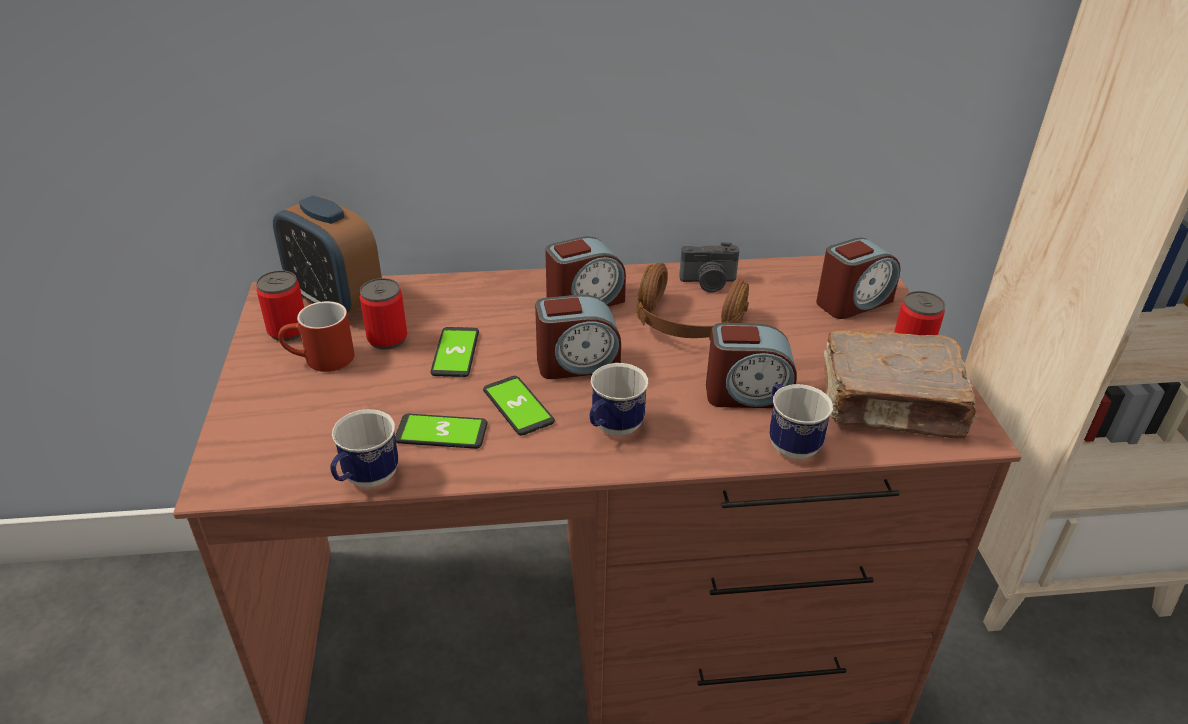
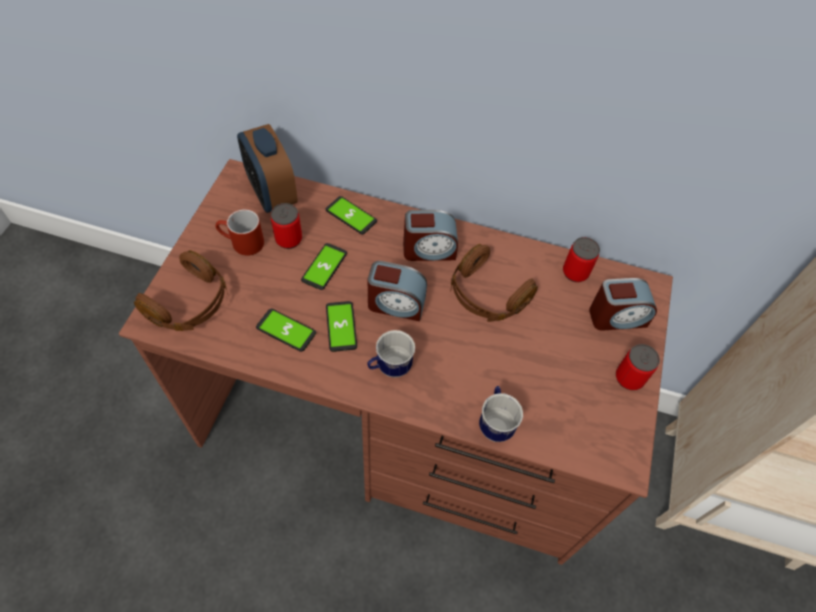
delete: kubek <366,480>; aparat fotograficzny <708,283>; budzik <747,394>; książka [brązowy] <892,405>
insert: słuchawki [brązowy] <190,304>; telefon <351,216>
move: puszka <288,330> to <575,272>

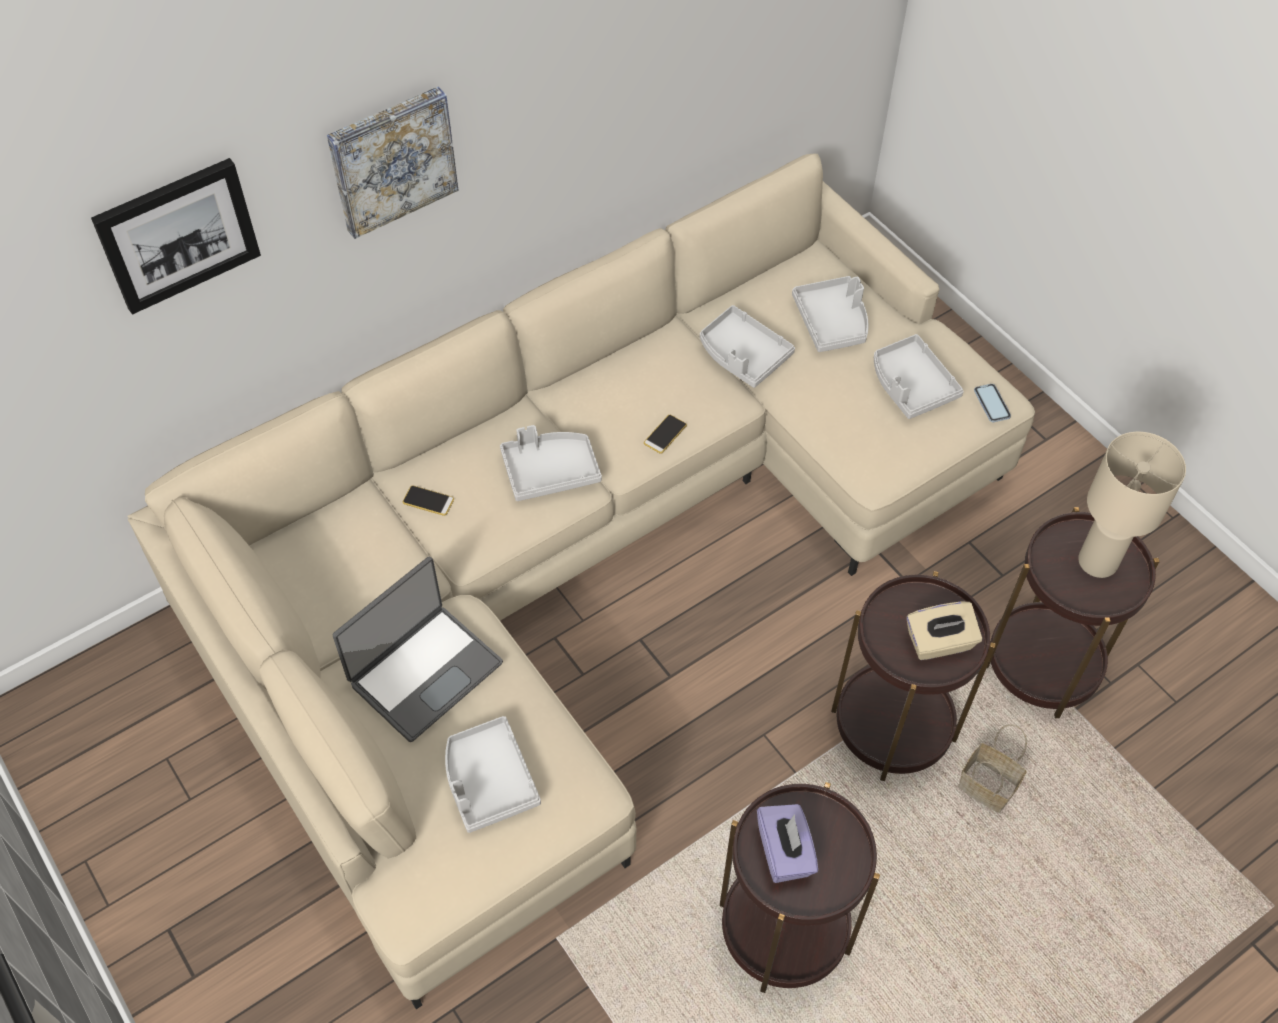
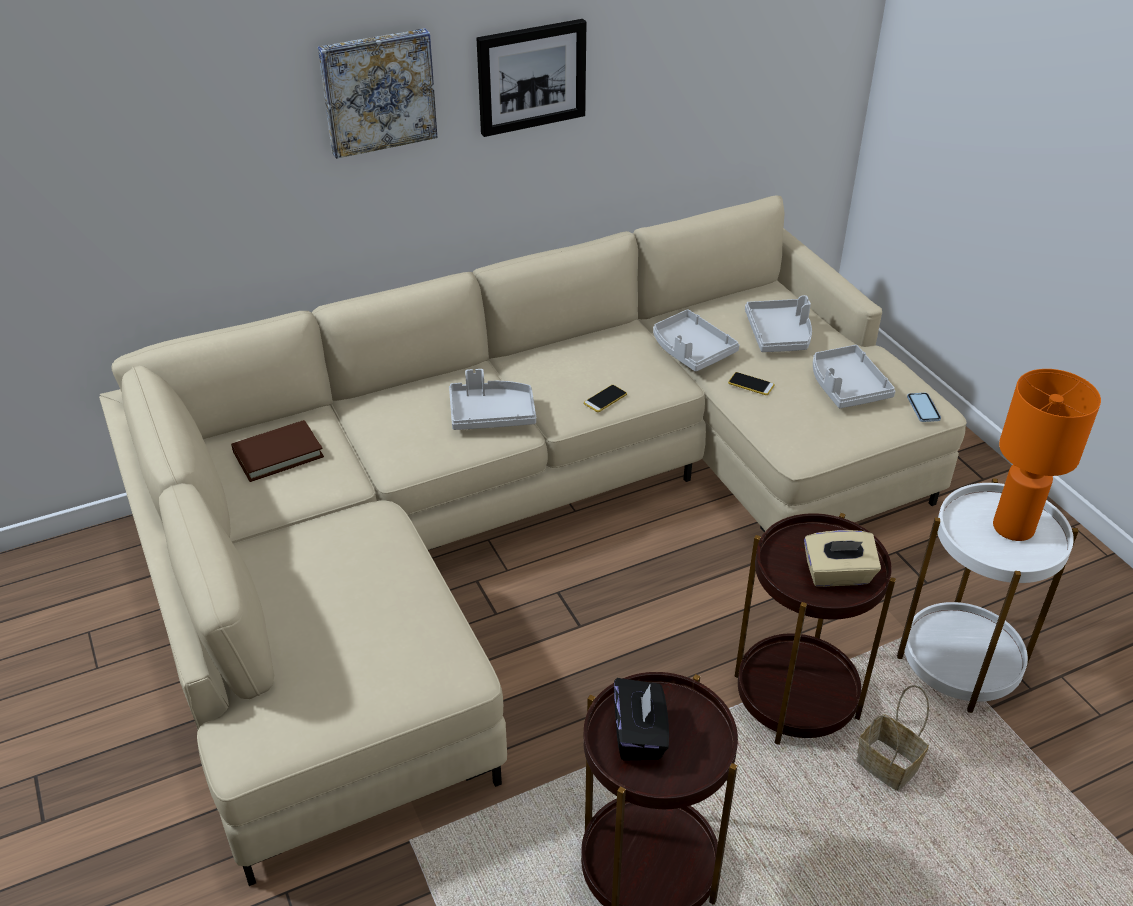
delete: laptop <424,672>; taca [szary] <488,781>
insert: książka [brązowy] <278,454>
move: obraz <177,234> to <531,76>; telefon <428,501> to <751,384>
recolor: pudełko chusteczek [fioletowy] <784,852> to pudełko chusteczek [czarny] <639,735>; stolik [brązowy] <1043,664> to stolik [biały] <960,663>; lampa stołowa [beżowy] <1097,561> to lampa stołowa [pomarańczowy] <1013,527>

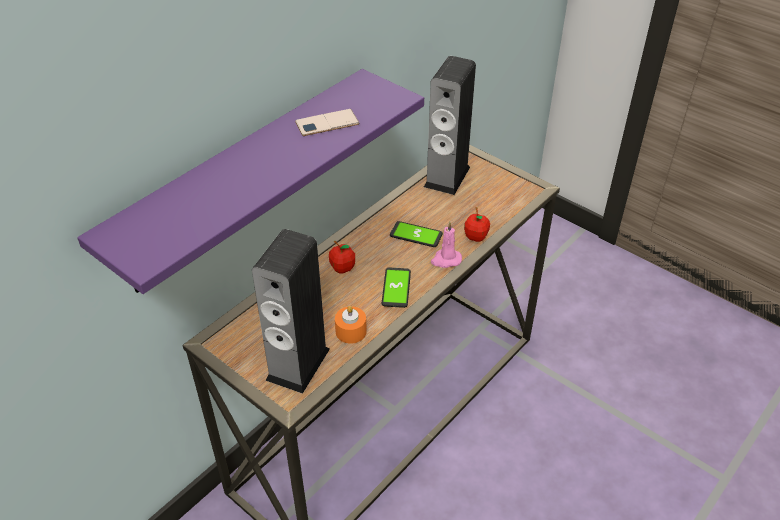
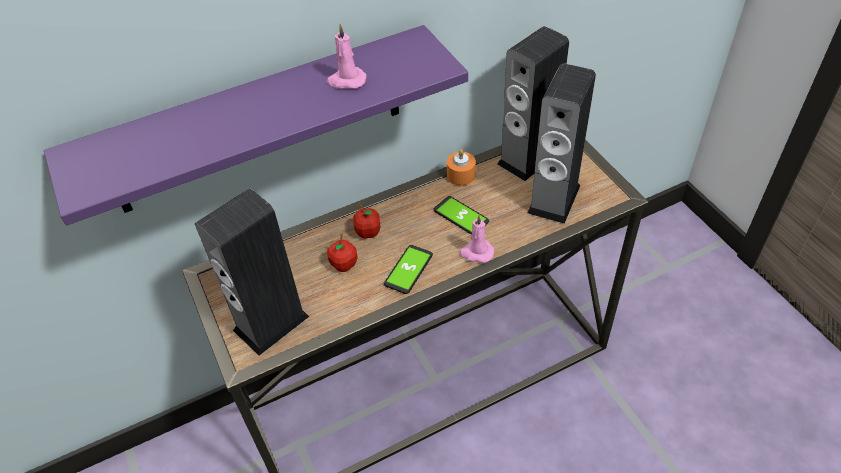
insert: głośnik <554,199>
move: świeca [pomarańczowy] <351,331> to <461,175>; jabłko <476,237> to <344,265>
replace: telefon <327,123> to świeca [różowy] <346,80>

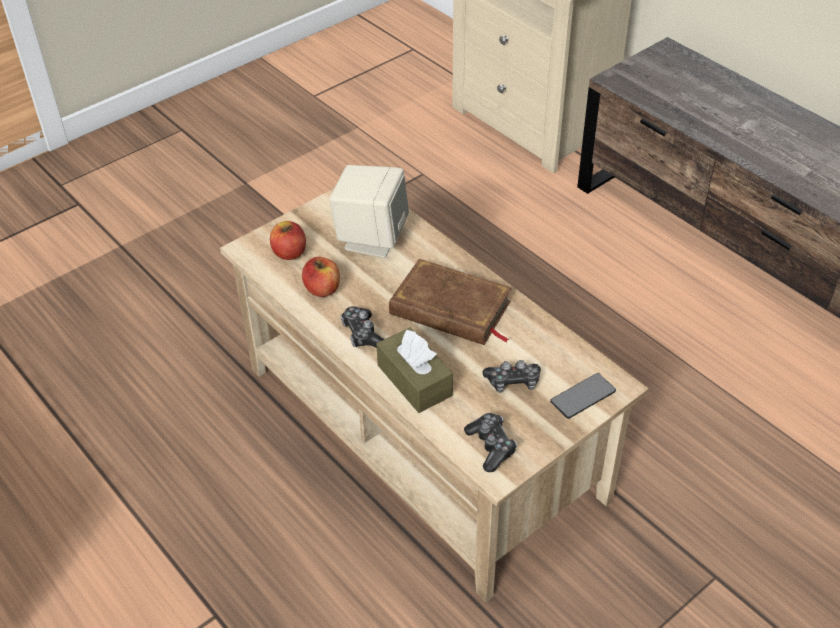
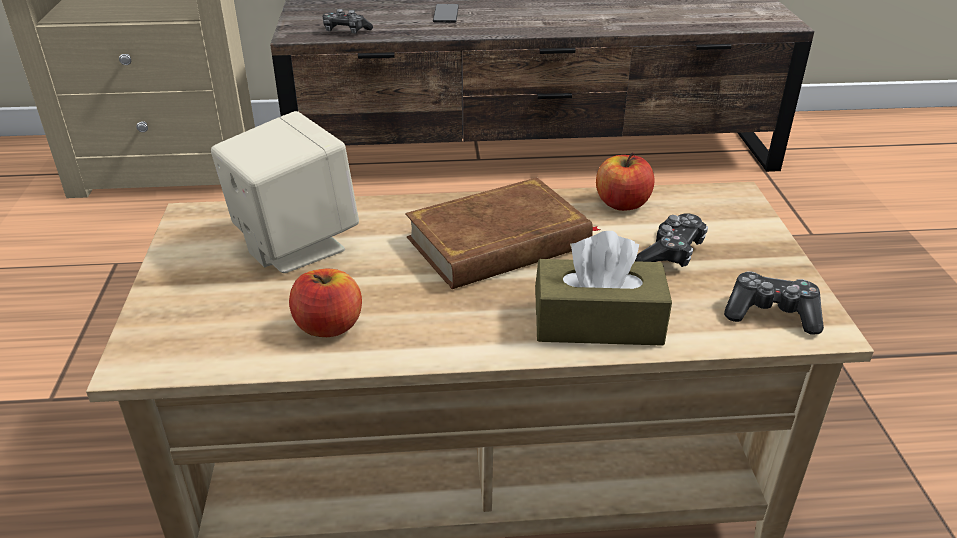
move: jabłko <289,253> to <622,203>; pad do gier <362,334> to <345,31>; telefon <583,397> to <446,14>

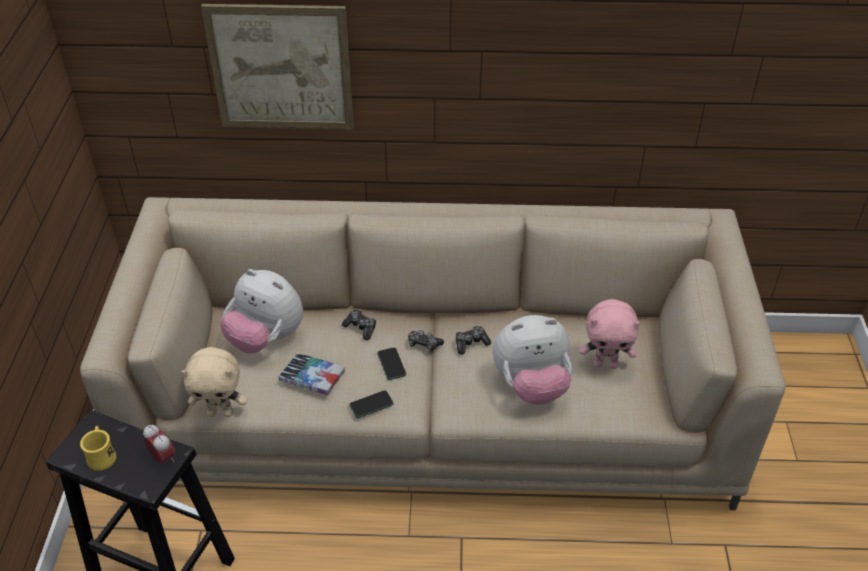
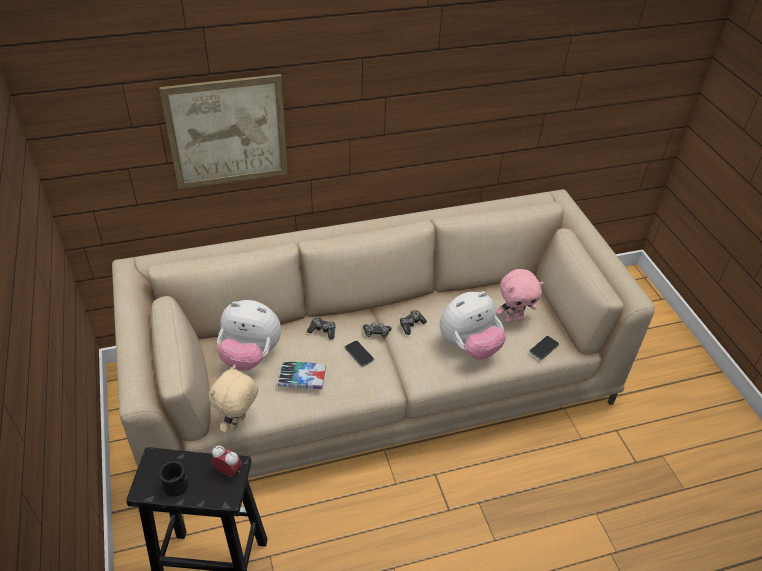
move: telefon <371,405> to <544,348>
recolor: kubek [żółty] <102,456> to kubek [czarny] <174,482>
rotate: pluszak [beżowy] <221,412> = <238,423> 135 degrees clockwise

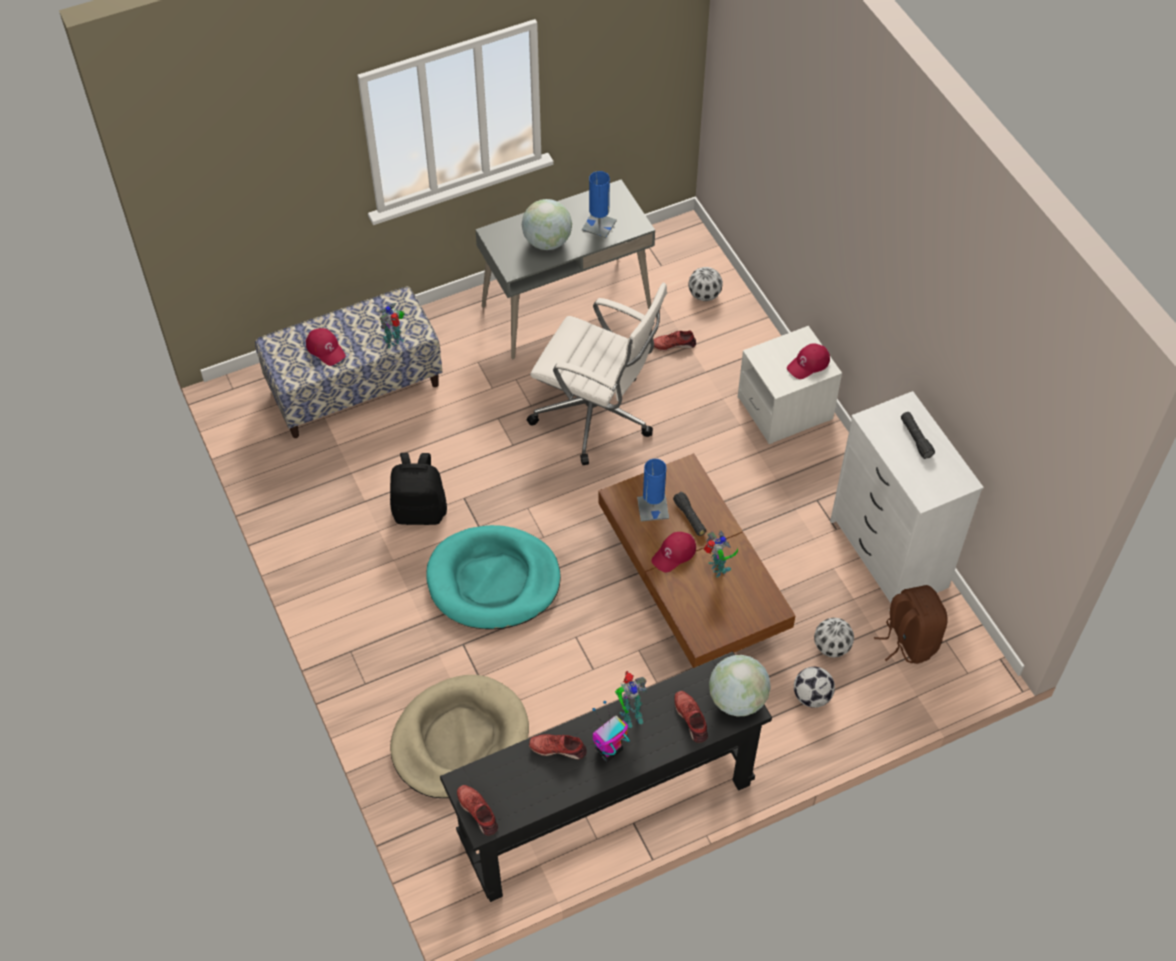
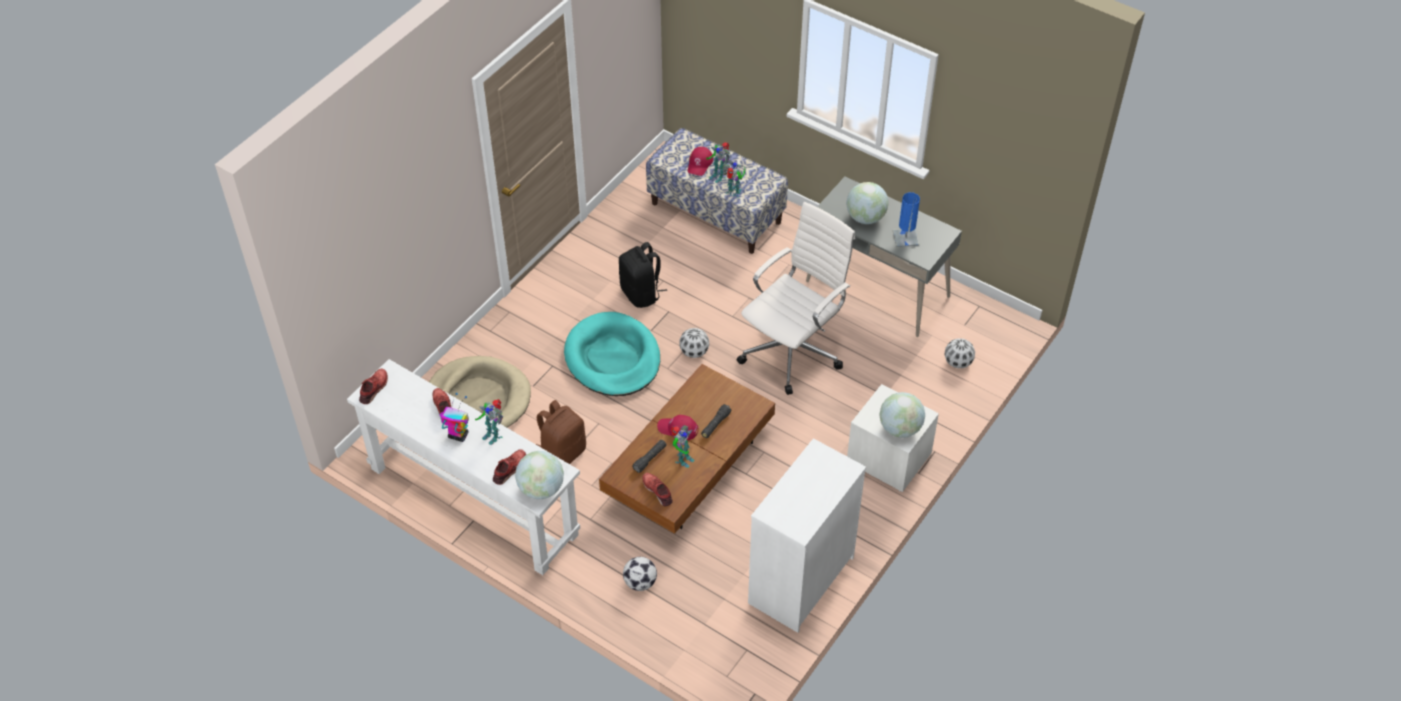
delete: lampa stołowa [niebieski] <653,508>
insert: robot zabawkowy <718,175>
move: but [czerwony] <673,344> to <658,491>; piłka futbolowa <831,647> to <694,352>; plecak [brązowy] <908,640> to <562,453>; latarka [czarny] <915,439> to <650,459>
replace: czapka z daszkiem [czerwony] <808,364> to globus <900,428>
recolor: stolik konsolowy [czarny] <606,811> to stolik konsolowy [biały] <473,501>
rotate: krzesło biurowe [biały] <596,416> = <793,350> 135 degrees counterclockwise

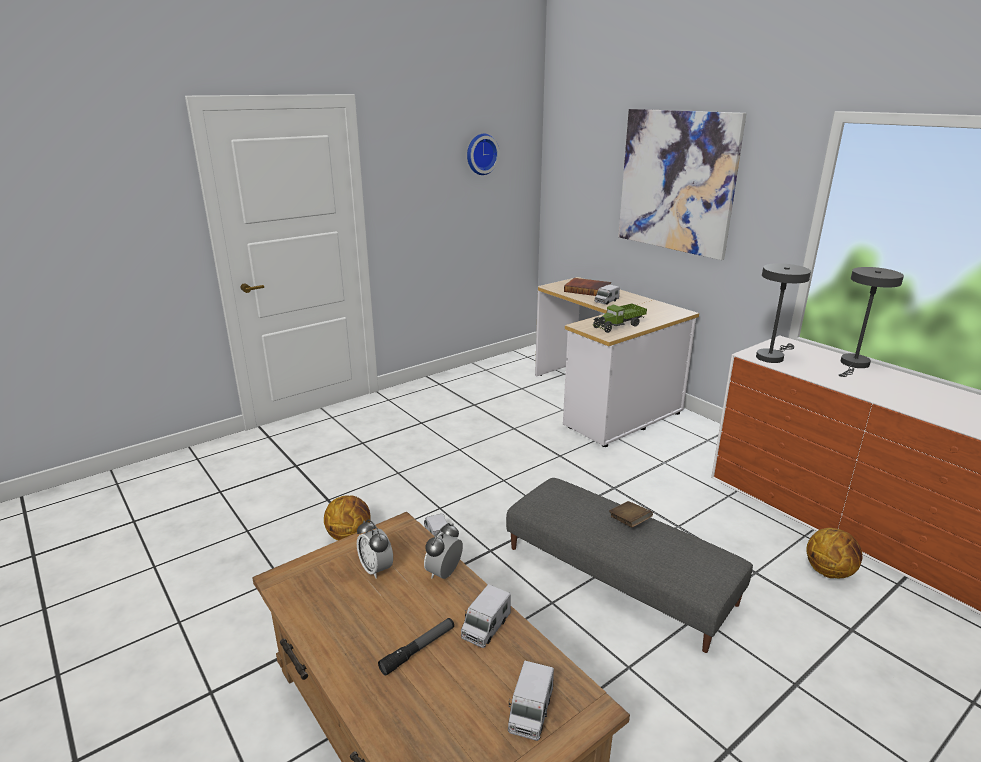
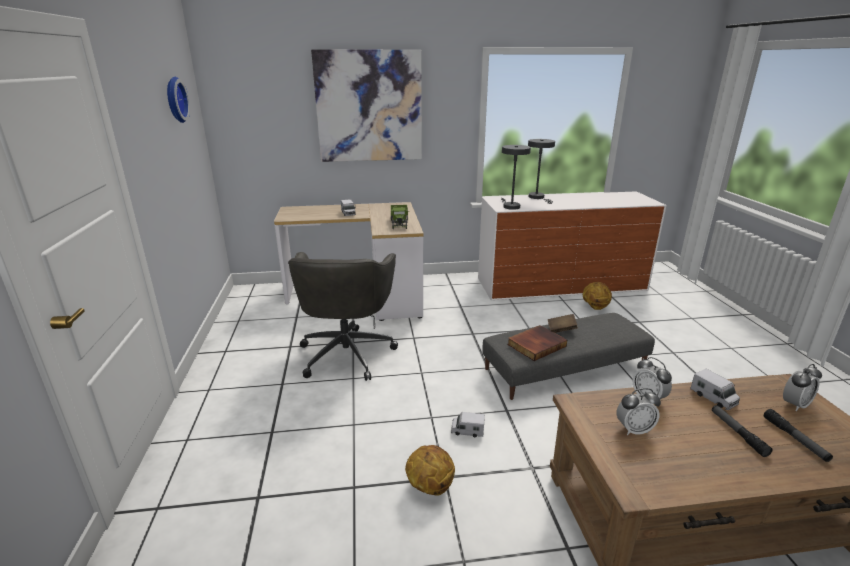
insert: krzesło biurowe [szary] <347,353>; latarka <795,439>
move: książka <588,289> to <536,344>
replace: ciężarówka zabawkowa <530,712> to budzik <795,404>

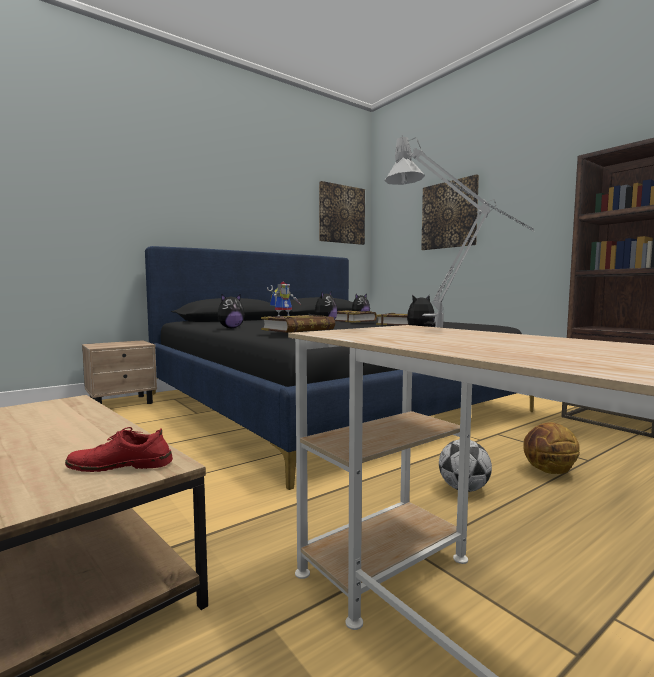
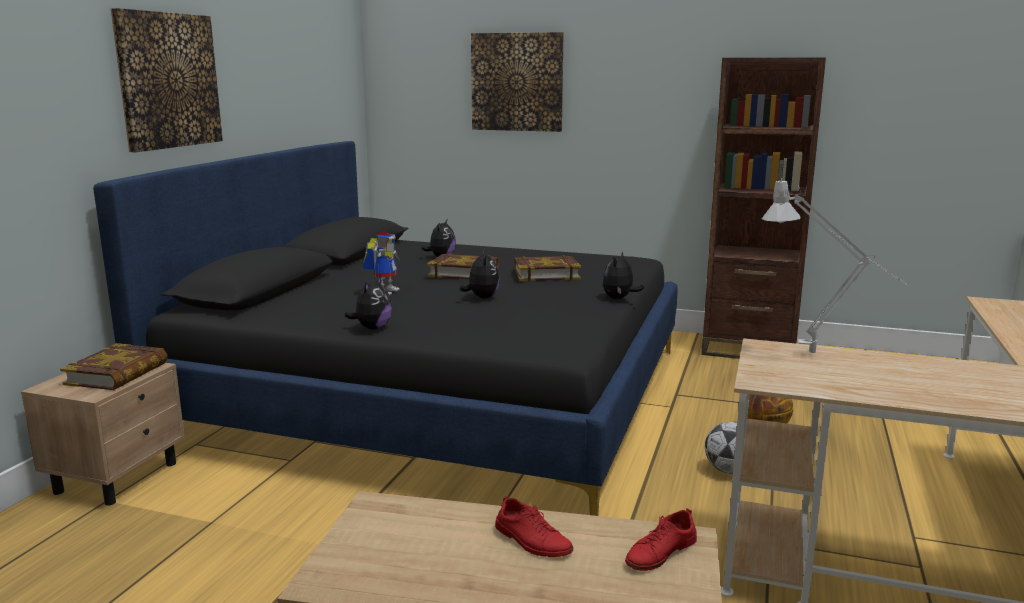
insert: but [czerwony] <532,541>
move: książka <298,329> to <118,374>; obraz <341,214> to <168,80>

